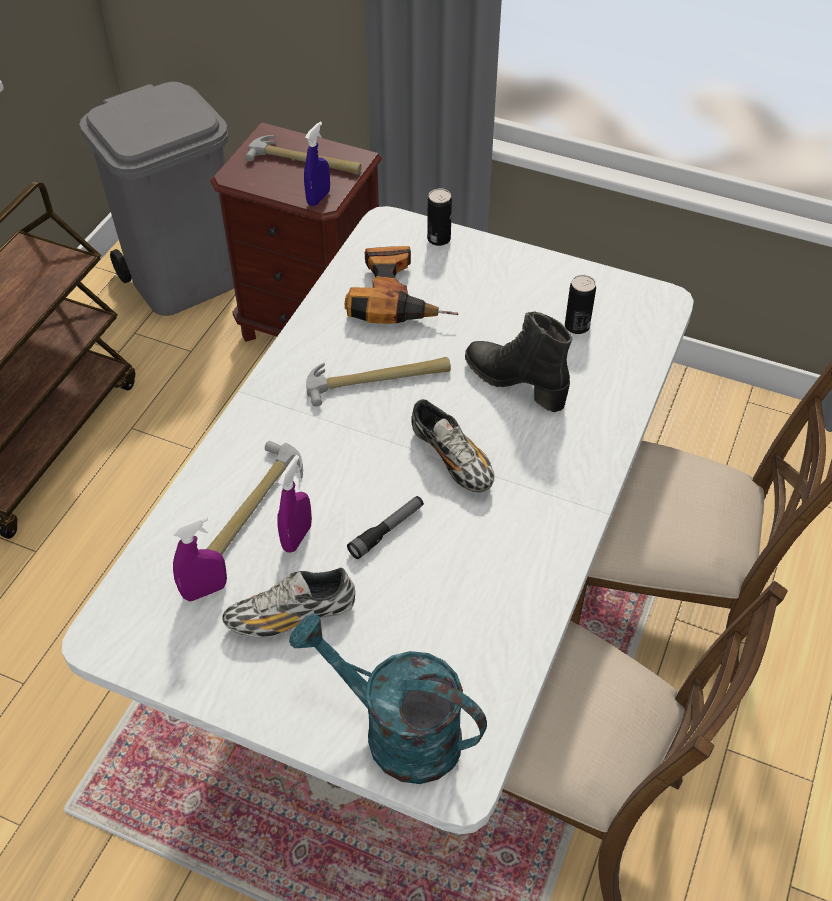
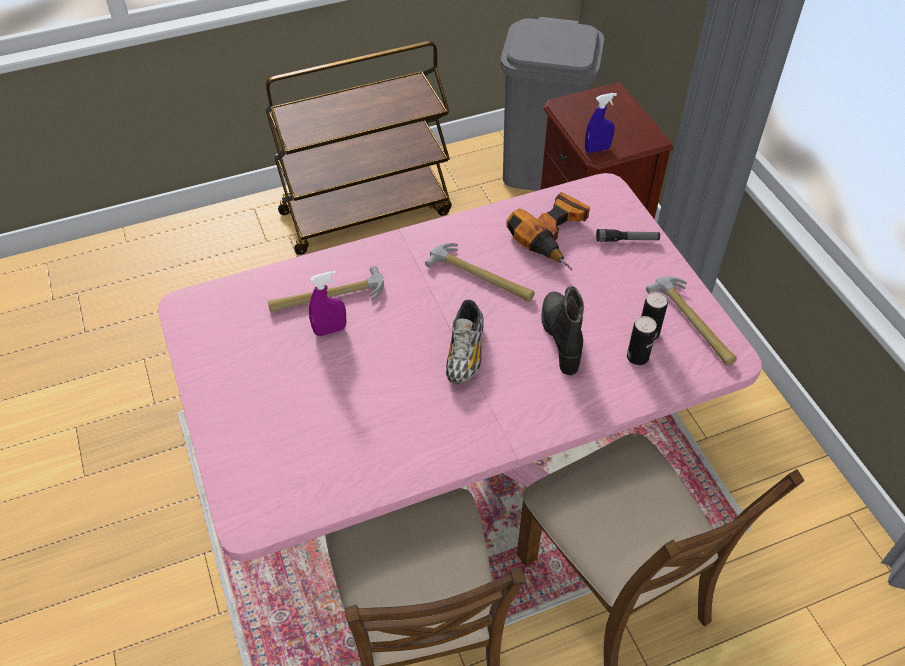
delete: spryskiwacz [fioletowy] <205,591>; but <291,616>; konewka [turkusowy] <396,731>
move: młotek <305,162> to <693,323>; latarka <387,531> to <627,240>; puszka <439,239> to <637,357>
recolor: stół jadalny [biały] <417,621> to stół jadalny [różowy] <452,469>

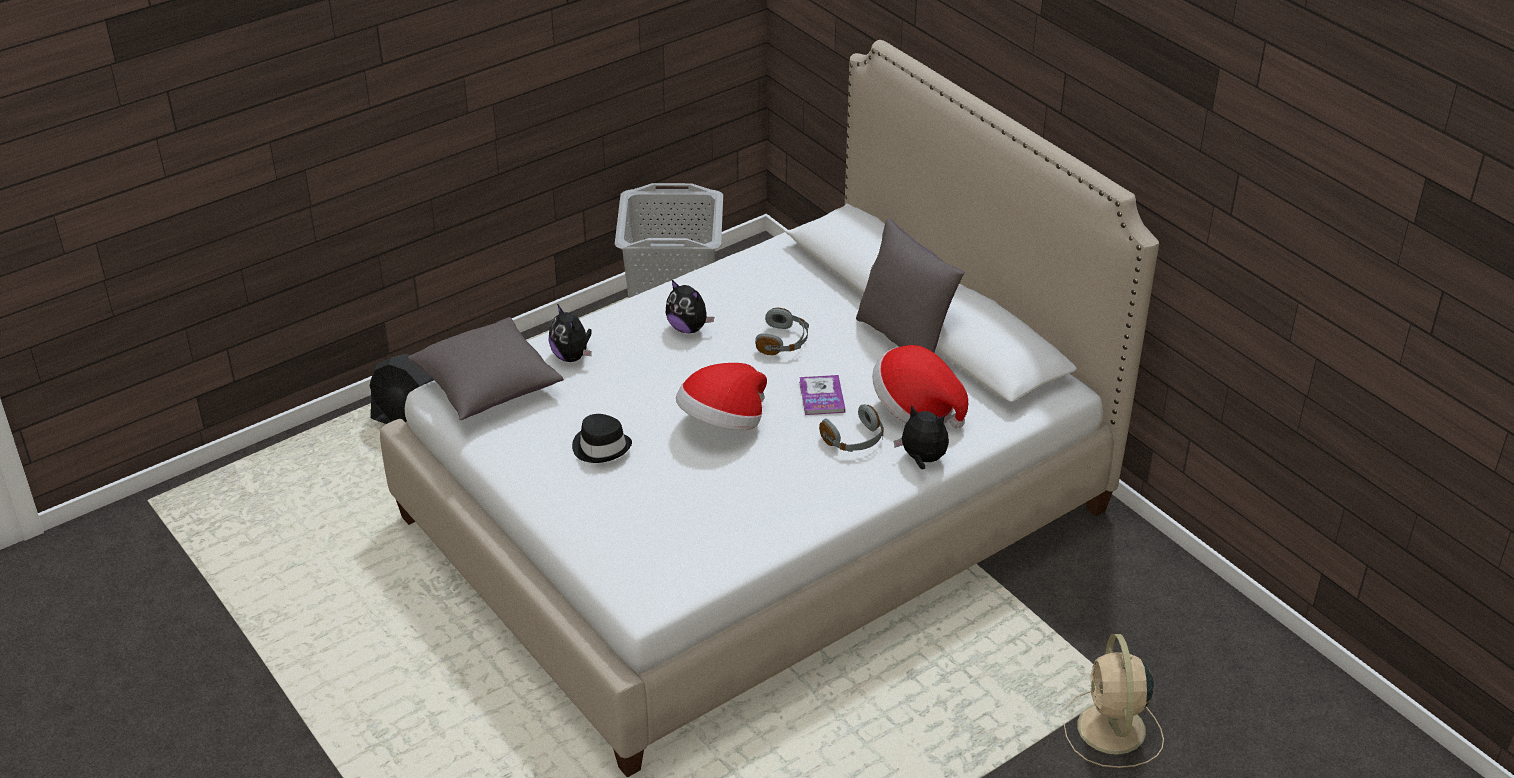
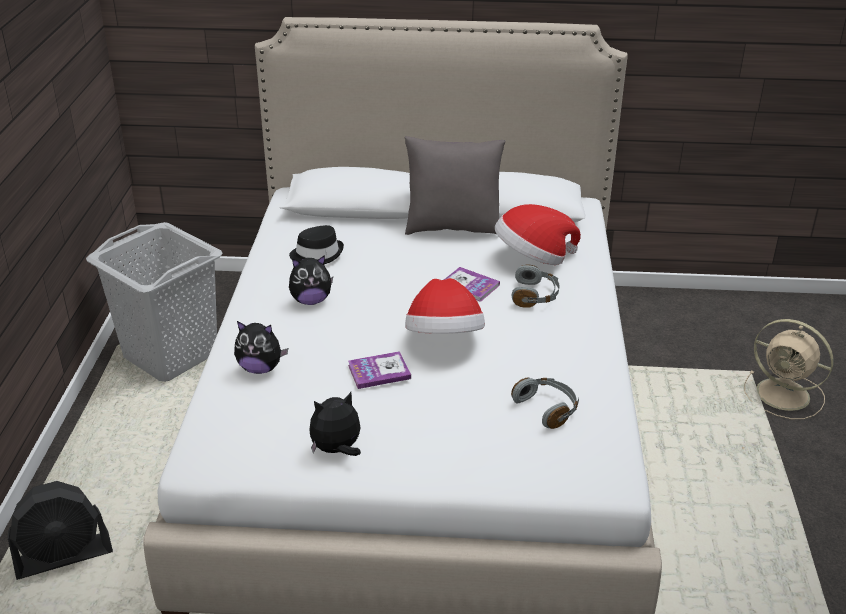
delete: poduszka [szary] <487,387>
insert: książka <379,371>
move: kapelusz [czarny] <601,447> to <317,254>; słuchawki [szary] <783,342> to <547,408>; pluszak <922,459> to <337,450>

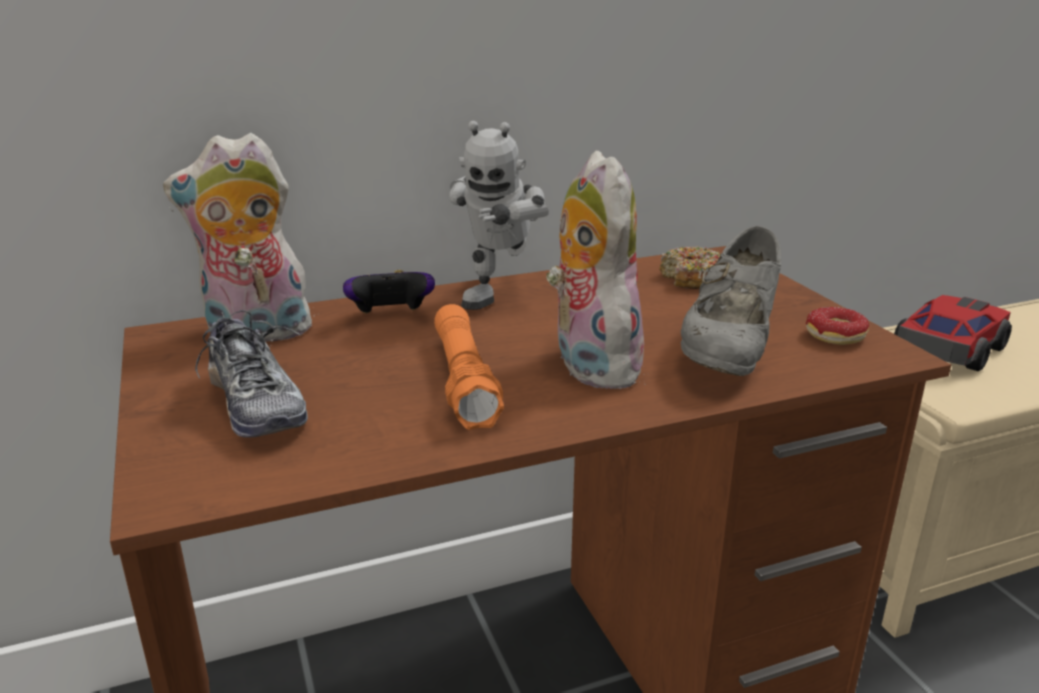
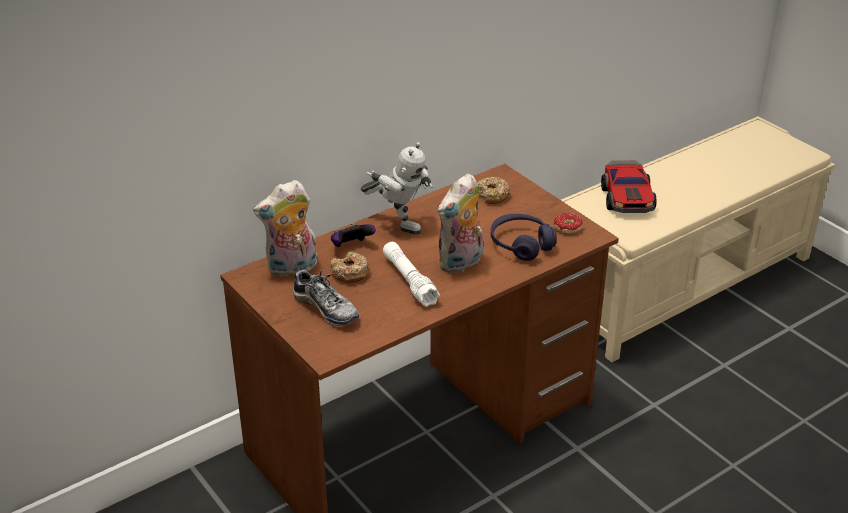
insert: donut <350,273>
replace: but [szary] <729,351> to słuchawki [fioletowy] <521,244>
recolor: latarka [pomarańczowy] <464,380> to latarka [biały] <409,281>
rotate: robot zabawkowy <500,295> = <399,223> 60 degrees counterclockwise; pluszak <589,365> = <461,263> 105 degrees counterclockwise; samochodzik <947,348> = <627,198> 150 degrees clockwise

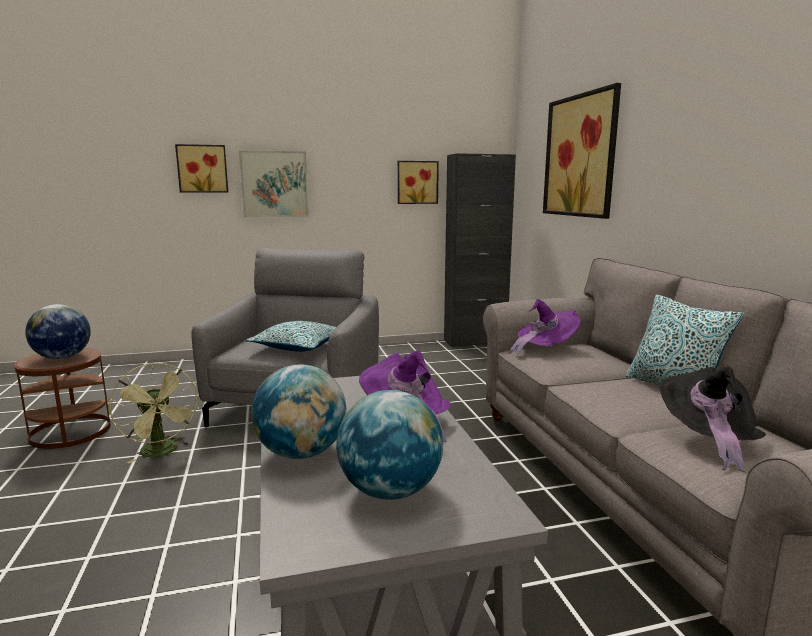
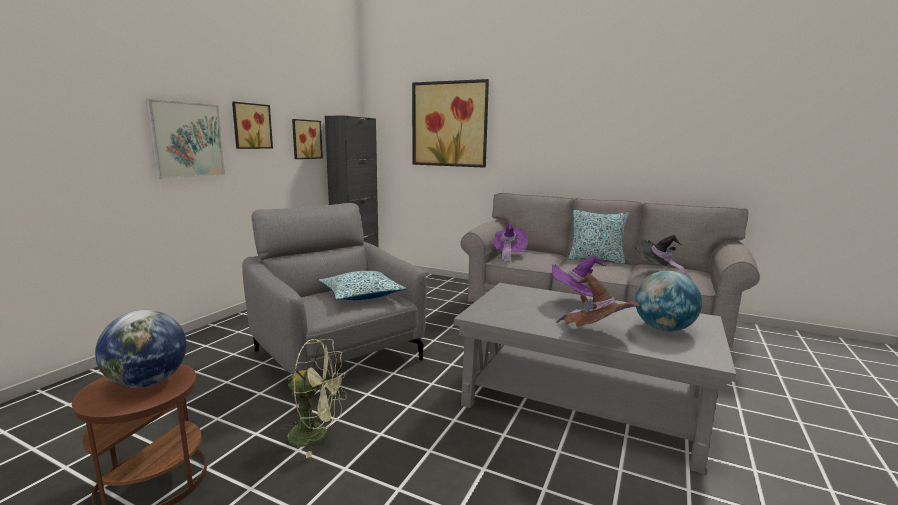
move: obraz <202,168> to <251,126>
replace: globus <301,453> to kapelusz [brązowy] <596,334>

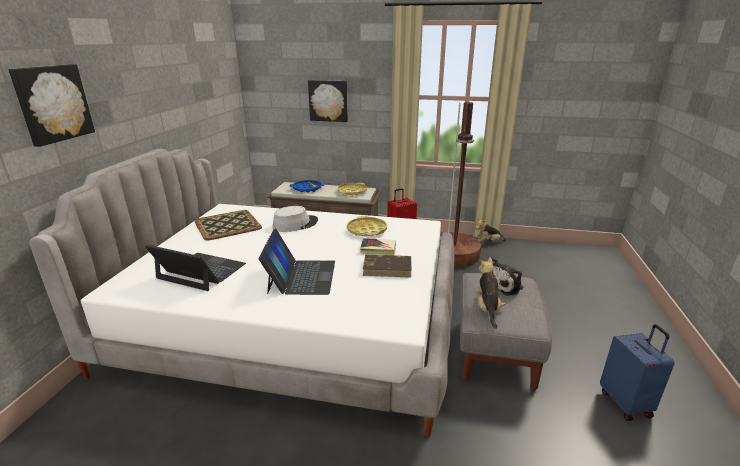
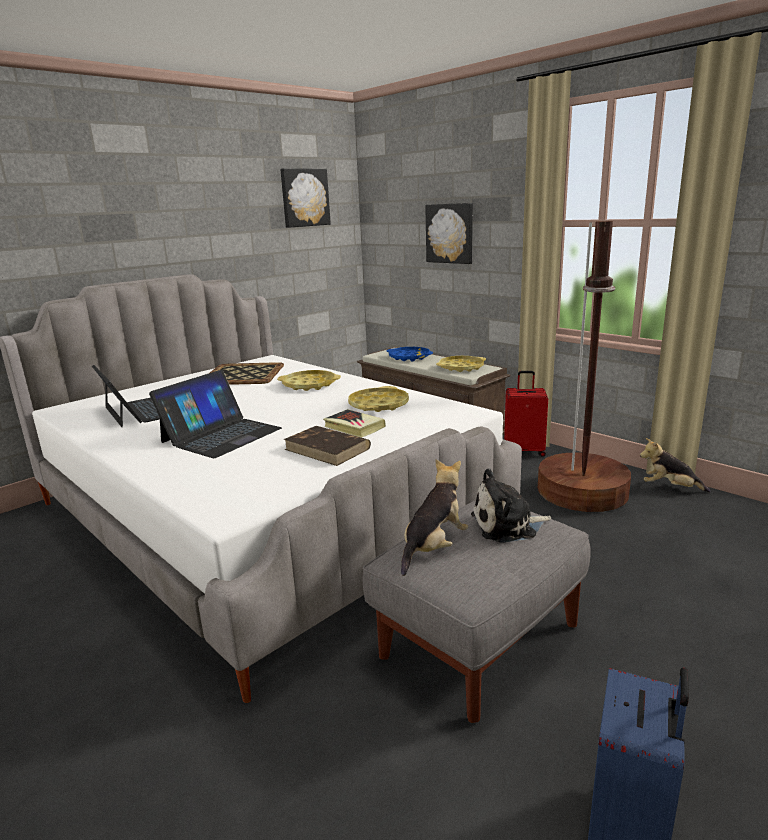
move: obraz <52,103> to <304,197>
replace: kapelusz [szary] <295,224> to taca [żółty] <309,385>

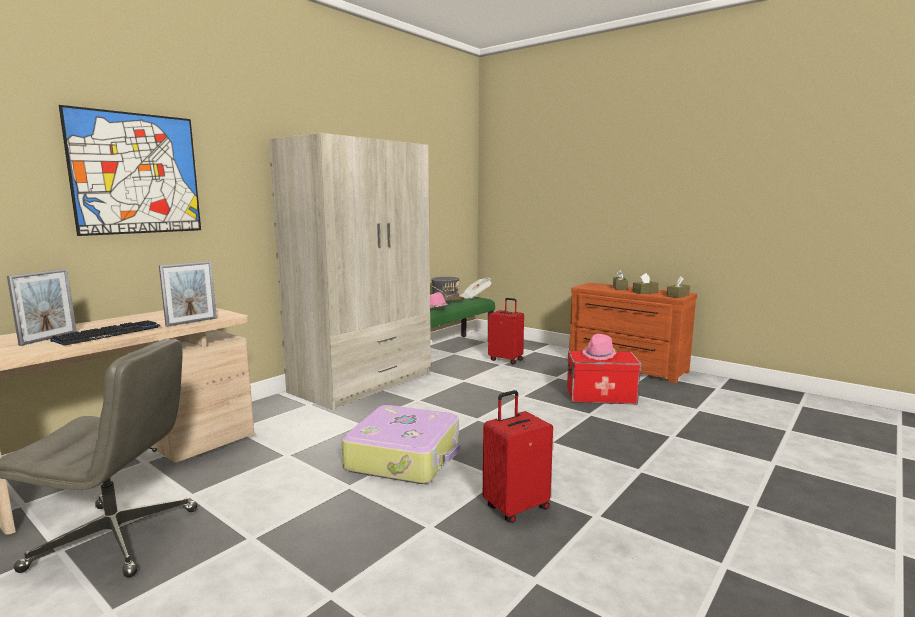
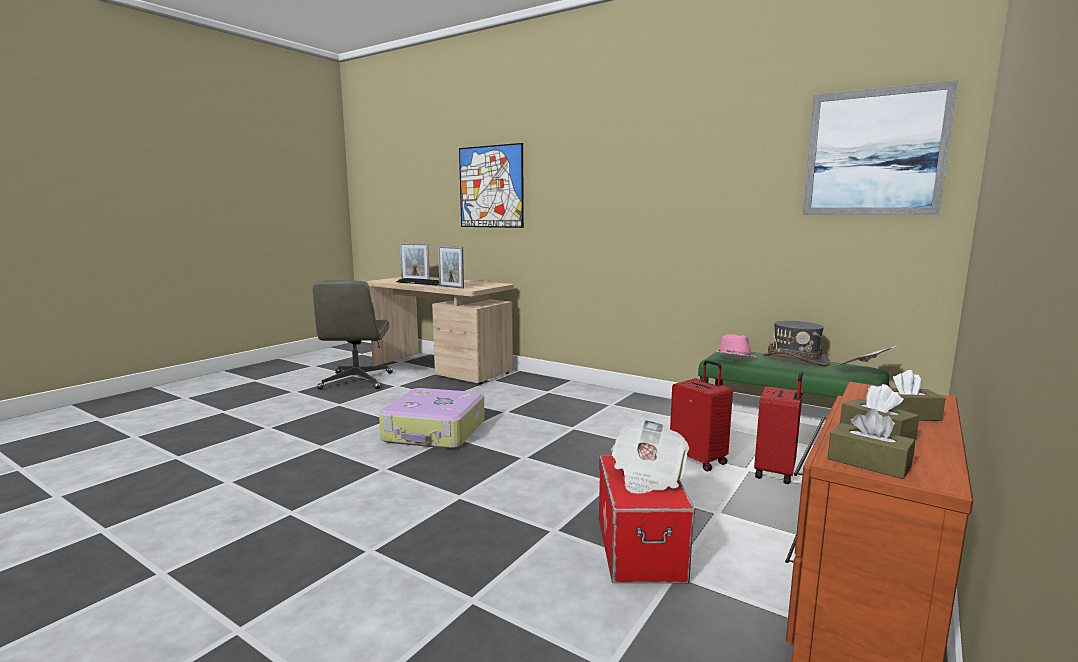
delete: szafa [beżowy] <363,383>
insert: obraz <874,153>
move: walizka [czerwony] <515,507> to <699,460>
replace: kapelusz [różowy] <599,355> to gazeta <647,476>

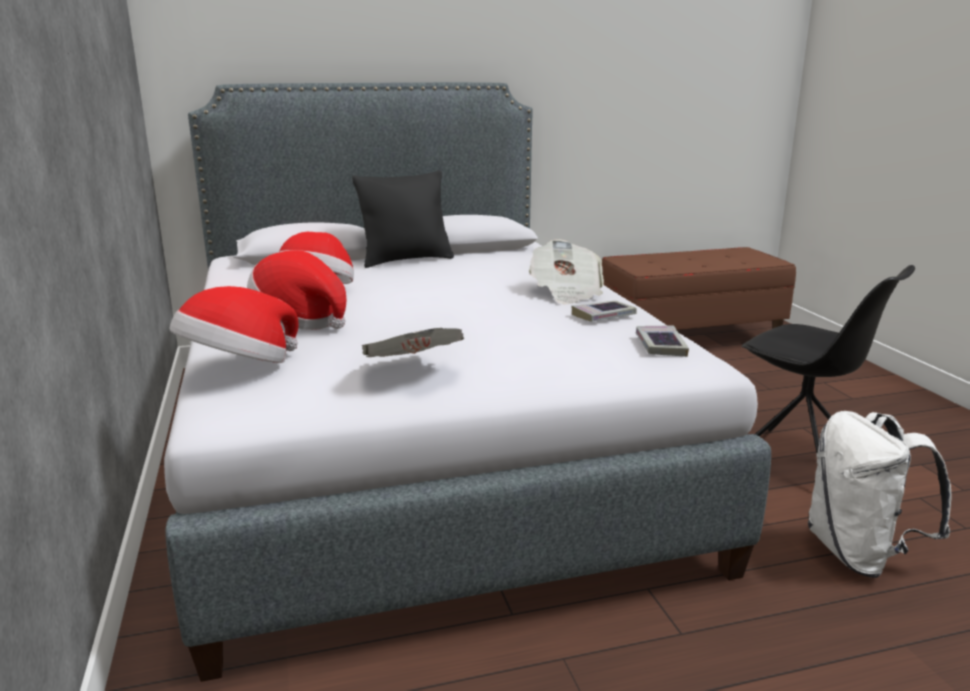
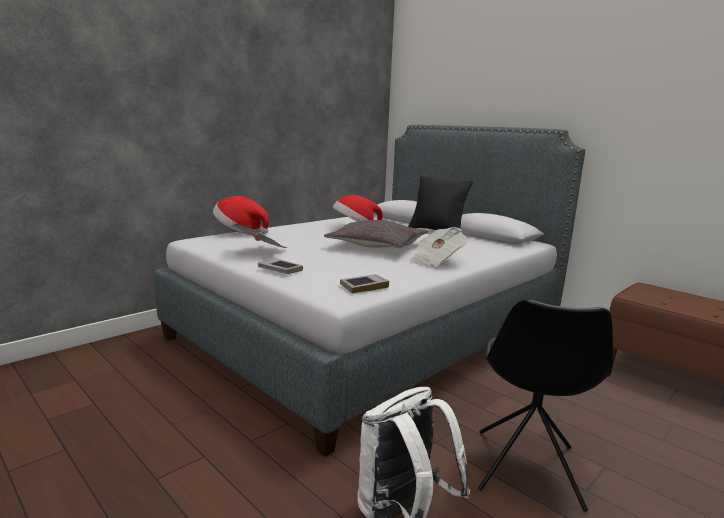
delete: kapelusz <300,321>
insert: poduszka [szary] <377,245>
move: książka <603,316> to <280,270>

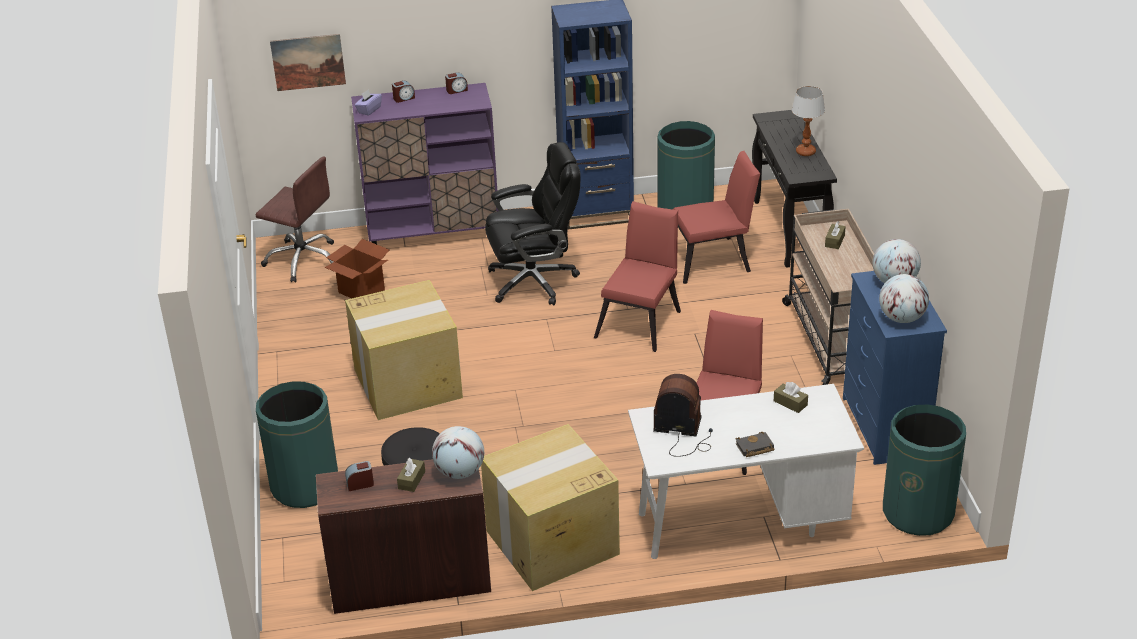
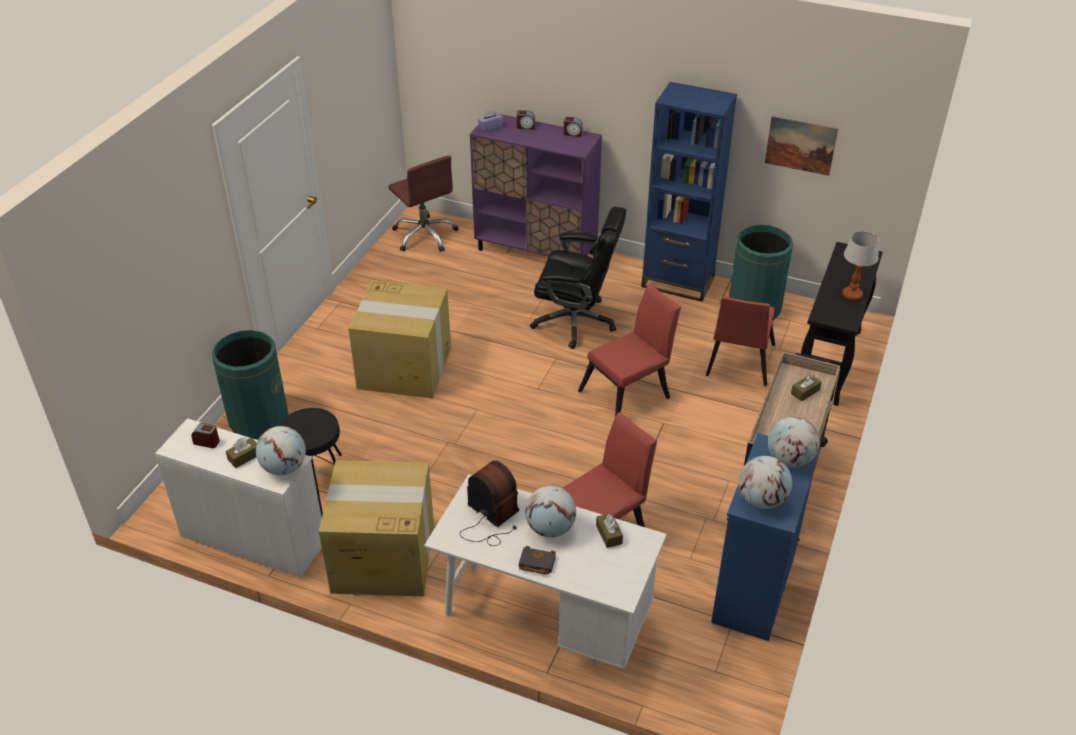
delete: karton <361,291>; kosz na śmieci [zielony] <918,512>
insert: globus <550,528>
move: obraz <308,62> to <800,145>
recolor: biurko [brązowy] <410,581> to biurko [biały] <254,537>
rotate: krzesło [czerwony] <713,260> = <738,363> 90 degrees clockwise

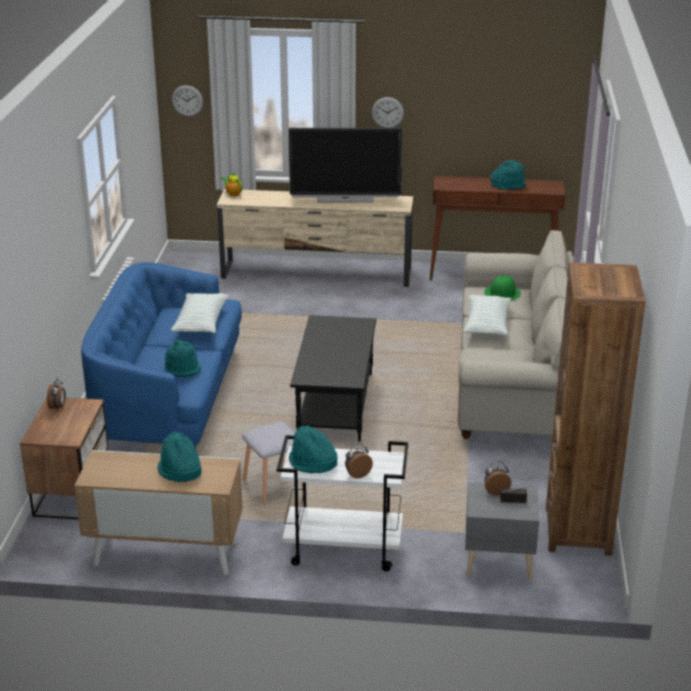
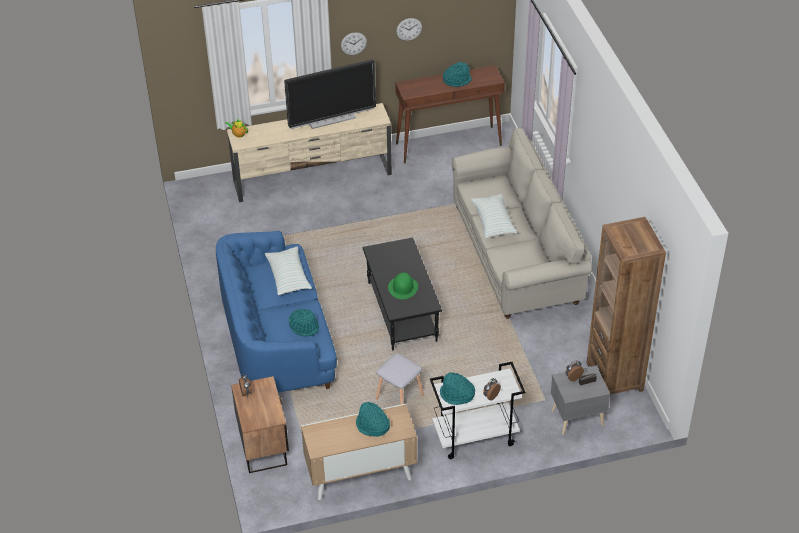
move: zegar ścienny <187,100> to <409,29>; kapelusz [zielony] <502,293> to <403,287>

